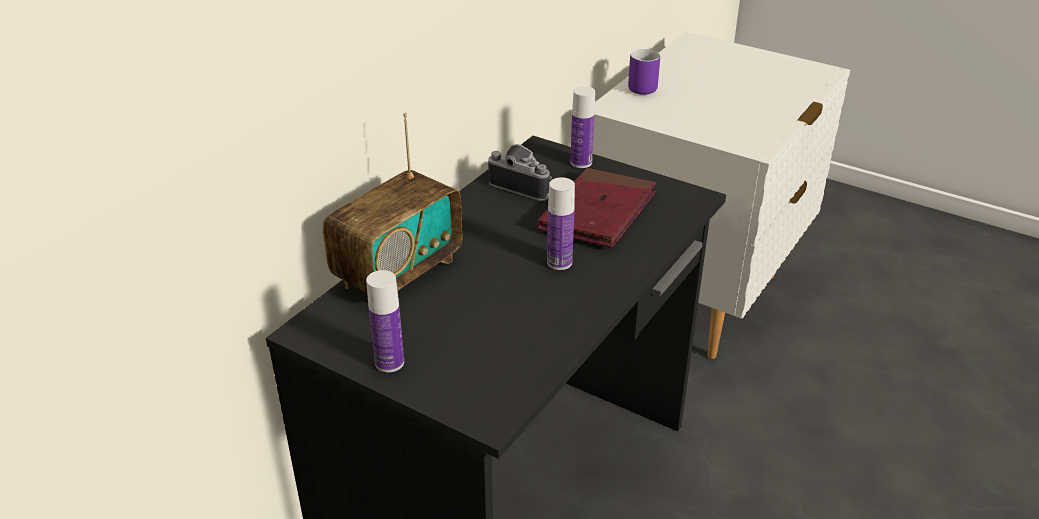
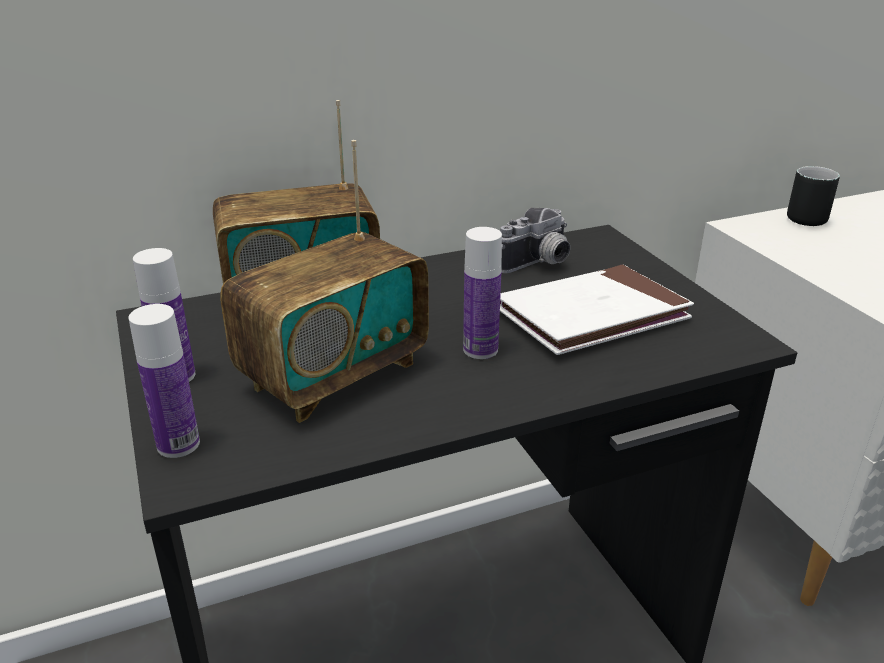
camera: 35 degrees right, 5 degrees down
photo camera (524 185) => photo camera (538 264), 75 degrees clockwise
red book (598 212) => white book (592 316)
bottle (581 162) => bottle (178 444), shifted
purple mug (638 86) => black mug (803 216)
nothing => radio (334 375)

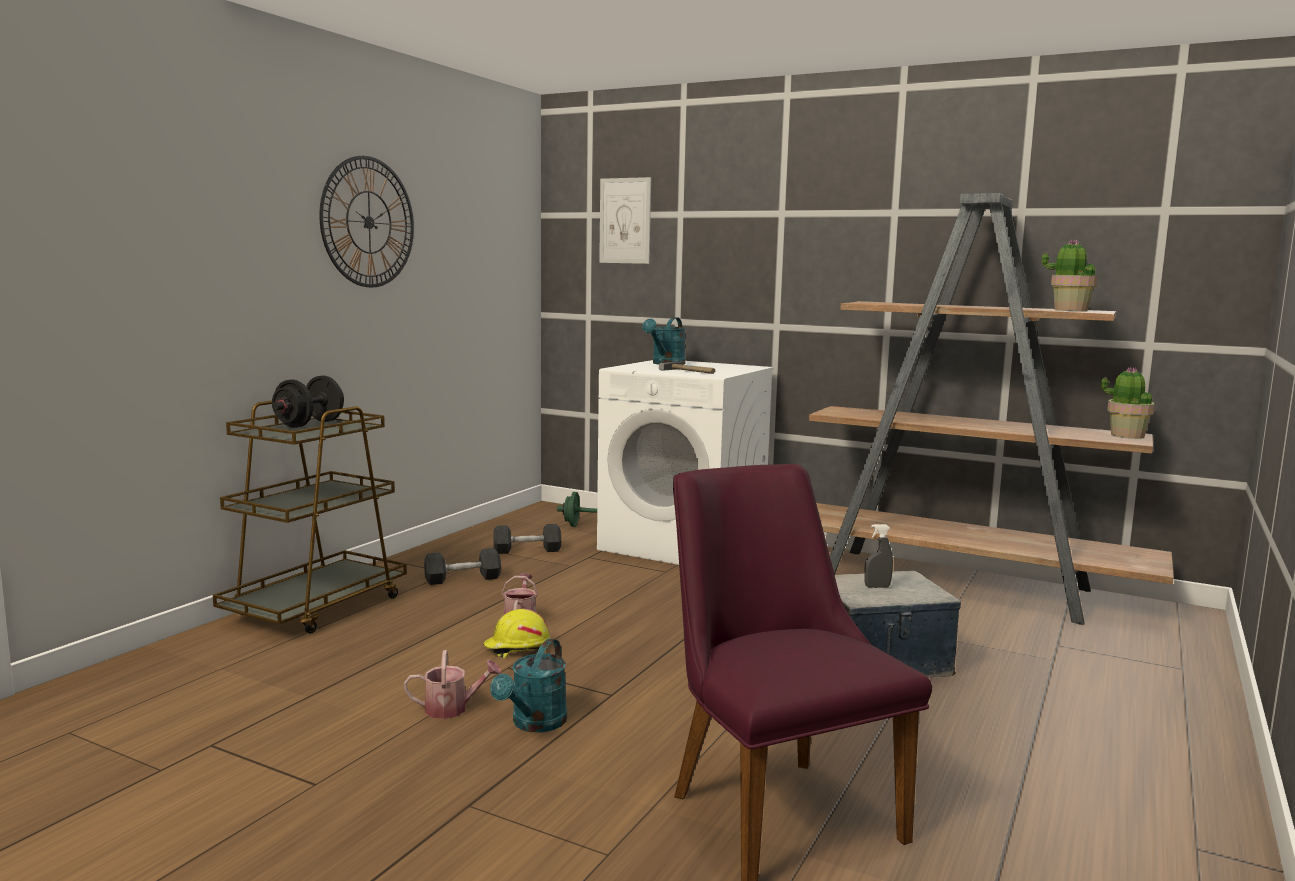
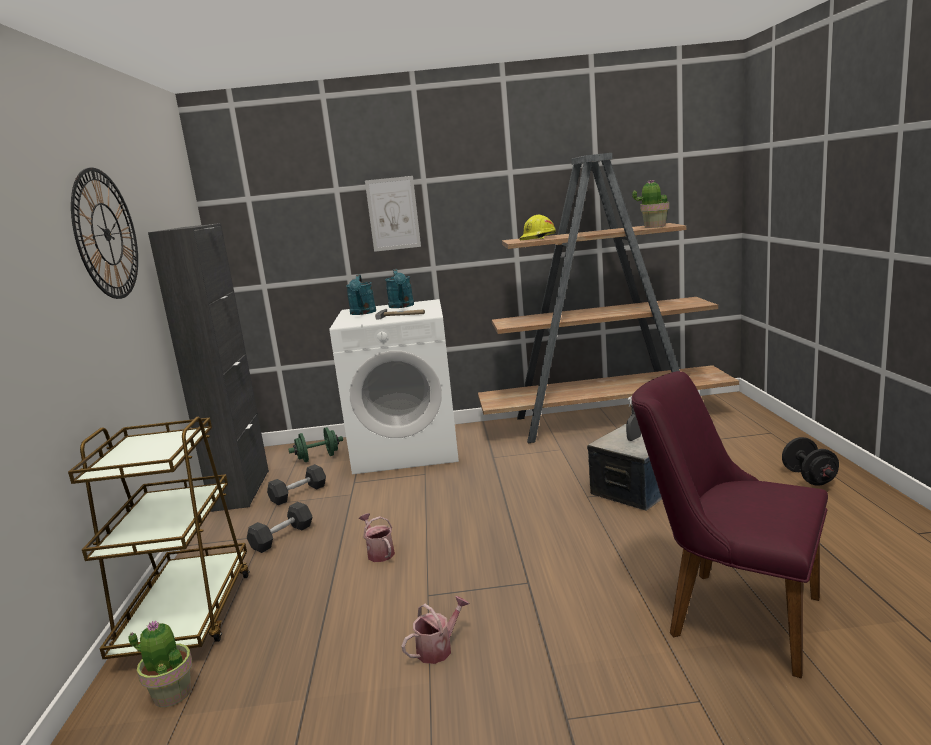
camera: 30 degrees left, 5 degrees up
black dumbbell (309 424) => black dumbbell (809 477), shifted
yellow hard hat (516 648) => yellow hard hat (538 238), shifted
turquoise watering can (534 724) => turquoise watering can (402 306), shifted
picture (625 221) => picture (393 214), shifted
potted plant (1127 435) => potted plant (172 693), shifted
nothing => black cabinet (241 490)

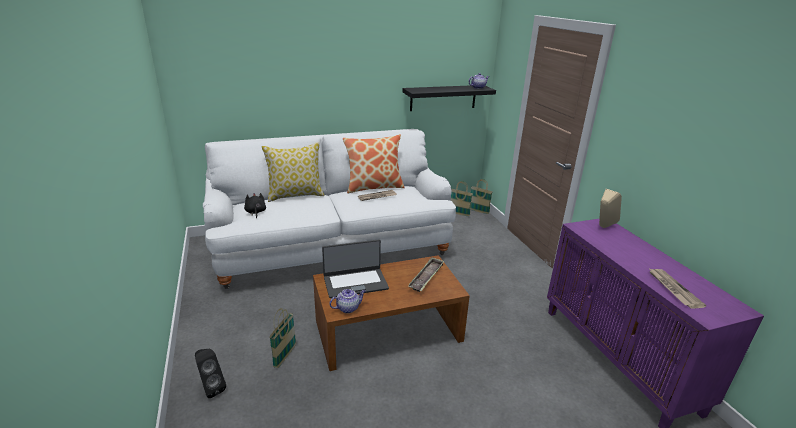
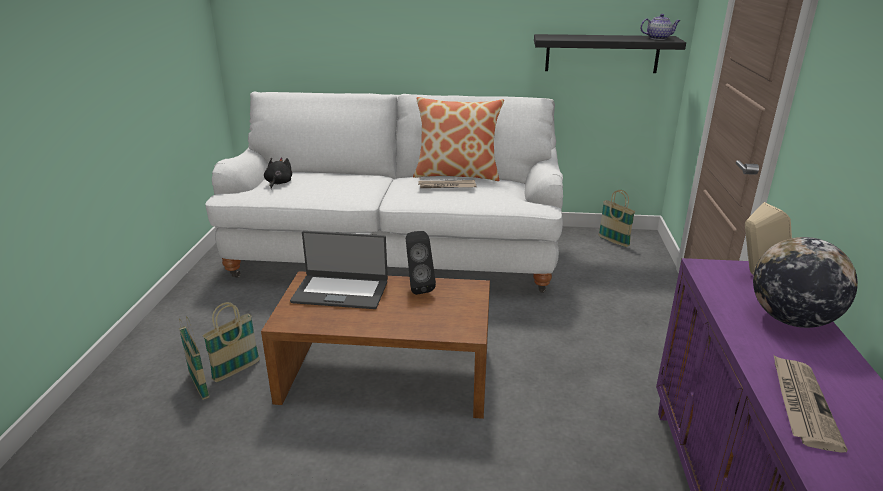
camera: 25 degrees right, 0 degrees up
black speaker (211 388) => black speaker (417 287), shifted
pillow (295 195) => nothing
teapot (348 308) => nothing
tray (426 277) => nothing
basket (478 211) => basket (199 386), shifted
nothing => globe (791 320)

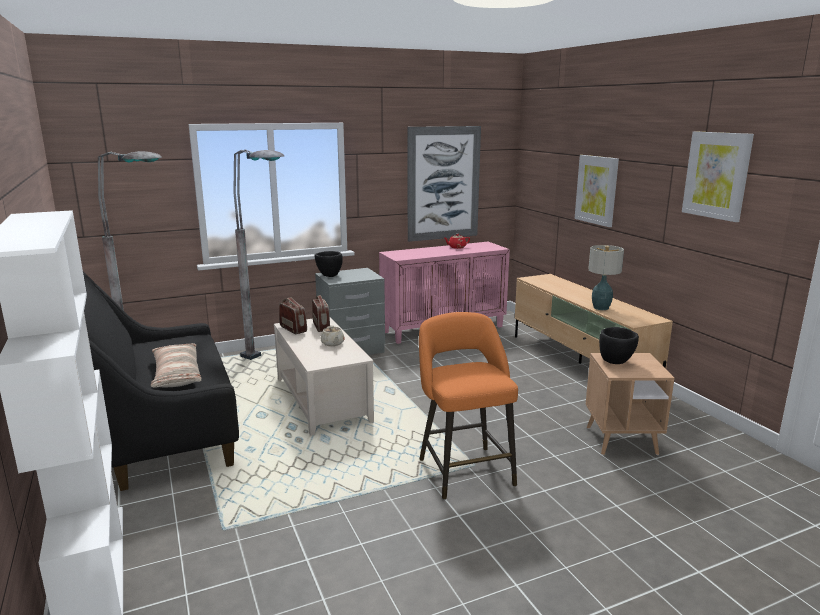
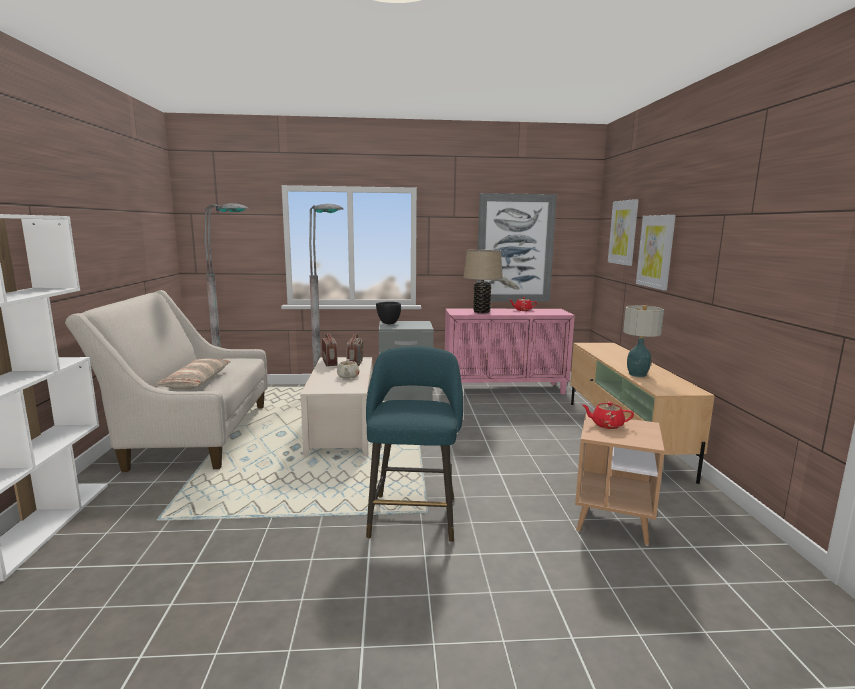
camera: 20 degrees right, 5 degrees down
black sofa (159 434) => beige sofa (193 435)
orange stool (464 469) => turquoise stool (413 514)
black bowl (616 361) => red teapot (606 425)
picture (716 175) => picture (623 232), shifted
nothing => beige table lamp (481 312)

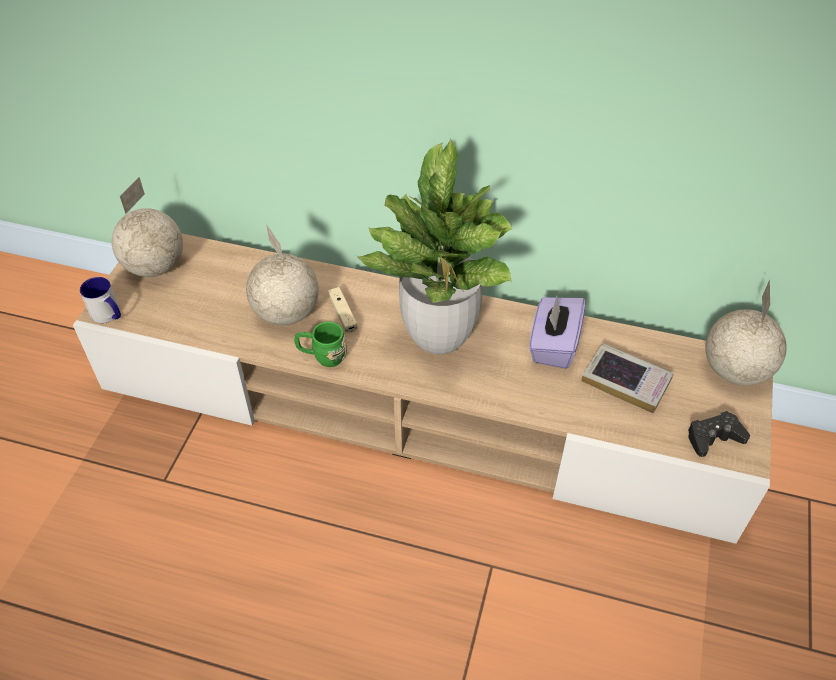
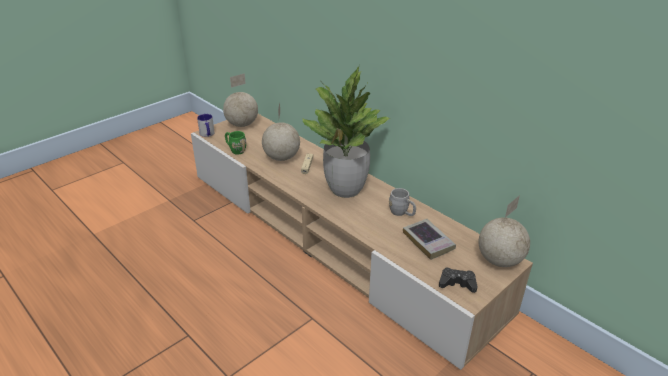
camera: 30 degrees right, 15 degrees down
green mug (322 356) => green mug (235 149), shifted
purple tissue box (553 345) => grey mug (402 213)

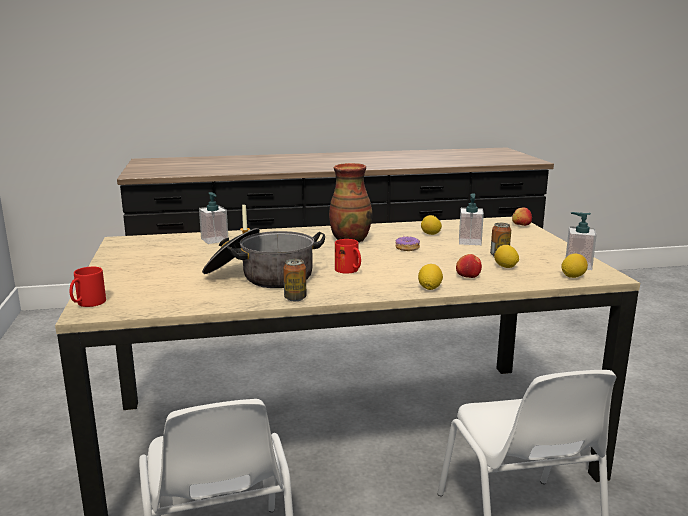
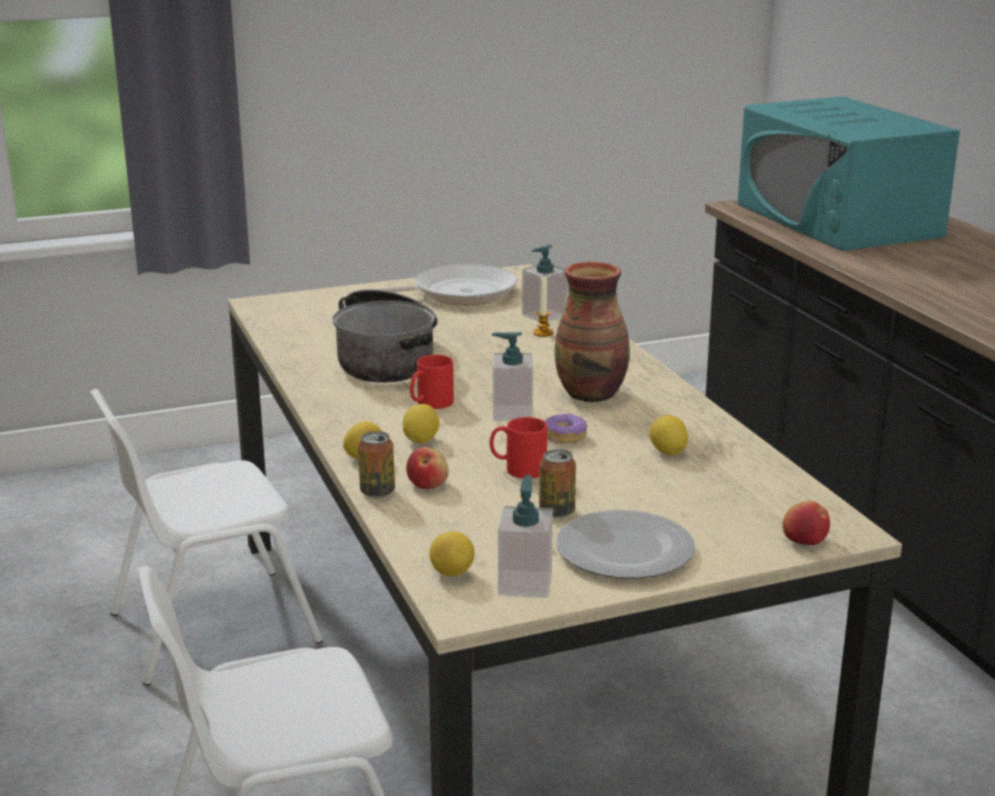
camera: 80 degrees right, 5 degrees up
red mug (87 304) => red mug (517 469), shifted
can (295 298) => can (377 492), shifted
soap dispenser (470 242) => soap dispenser (512 413), shifted
lemon (505 267) => lemon (421 440), shifted
nothing => frying pan (458 293)
nothing => plate (624 551)
nothing => turquoise microwave (837 220)

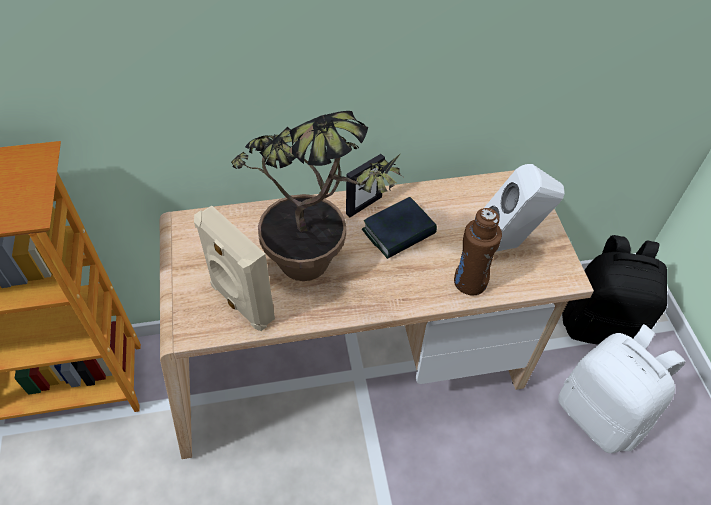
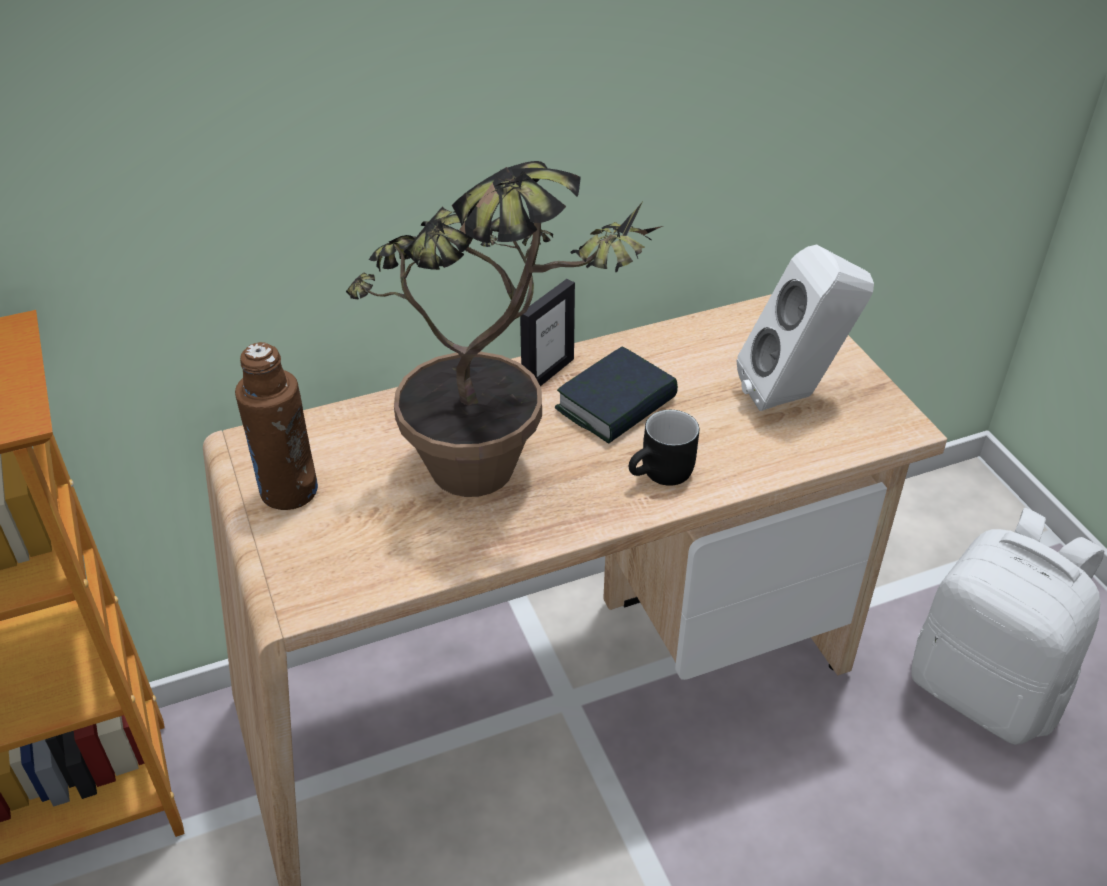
camera: 10 degrees left, 10 degrees down
beige speaker (241 303) => nothing
brown bottle (470 282) => brown bottle (288 491), shifted
black backpack (600 324) => nothing
nothing => black mug (663 476)

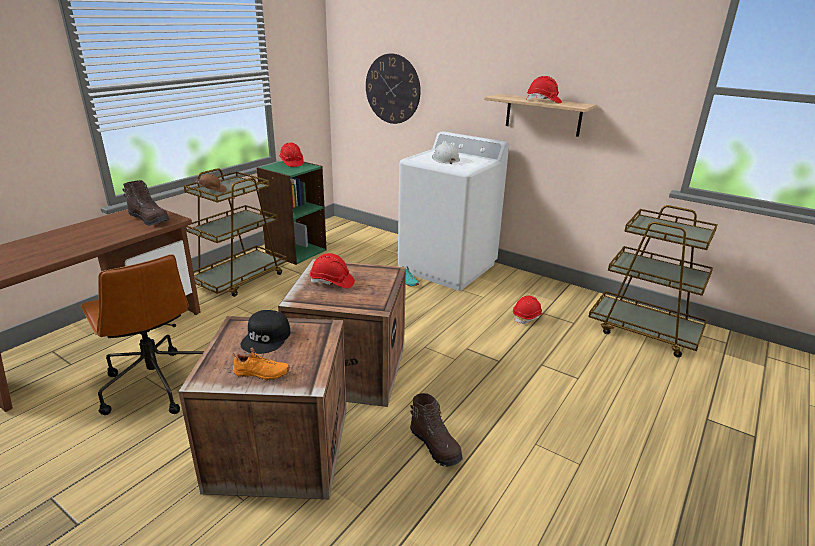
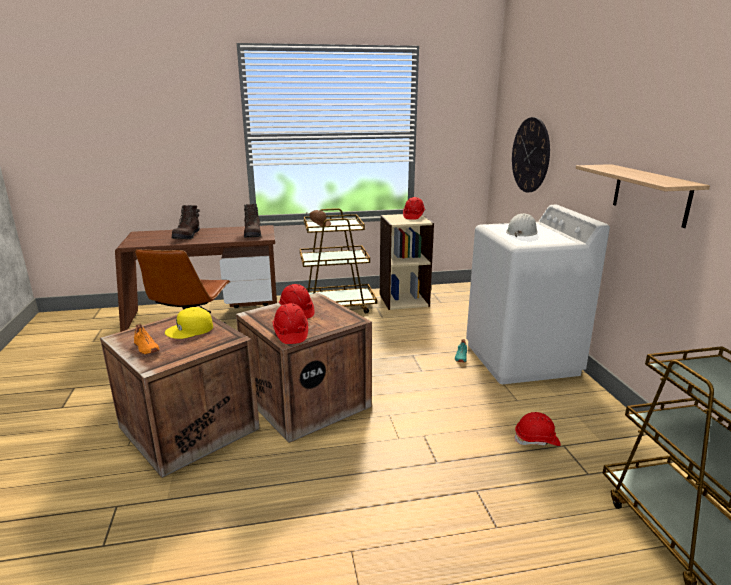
camera: 45 degrees right, 5 degrees down
black cap (267 338) => yellow cap (190 329)
green bookcase (295 251) => beige bookcase (403 300)
brown boot (435 446) => brown boot (187 236), shifted
red hard hat (543 101) => red hard hat (290 334), shifted

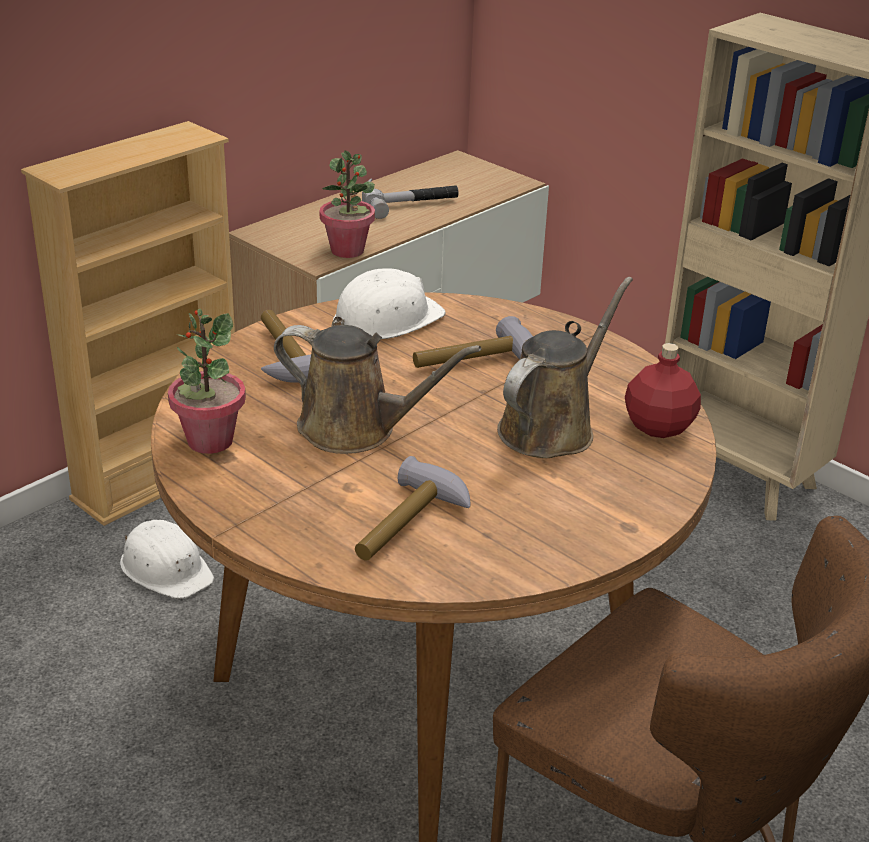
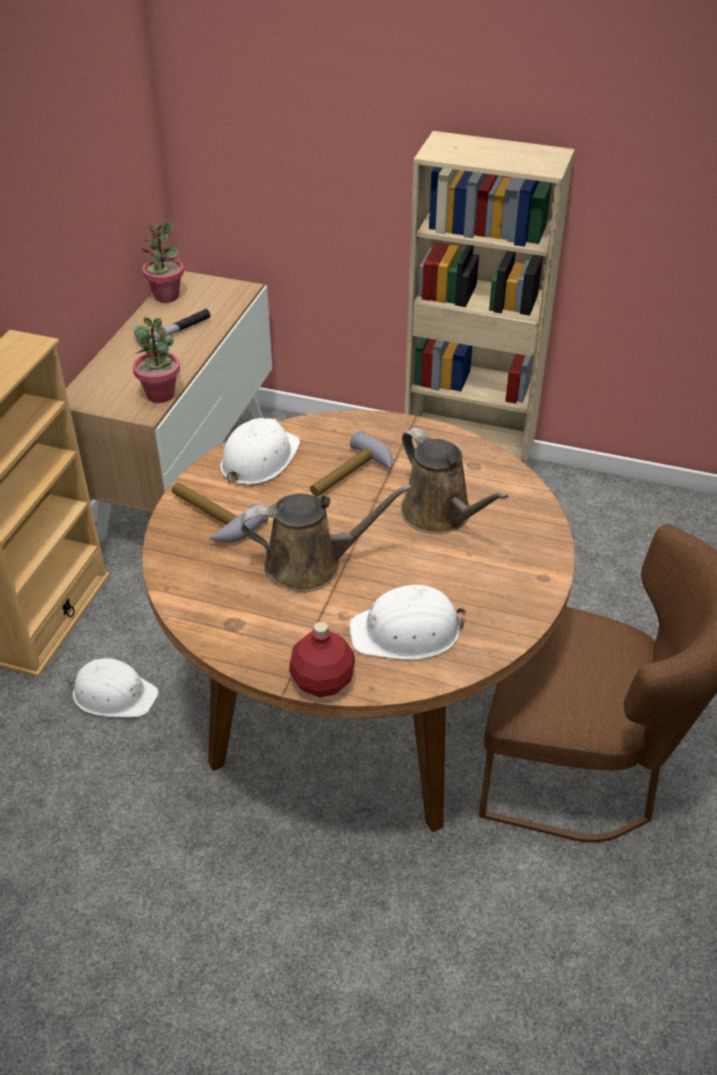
camera: 25 degrees left, 10 degrees up
potted plant (209 441) => potted plant (166 296), shifted
hammer (409 525) => white hard hat (407 632)
brown watering can (551 427) => brown watering can (440 515), 135 degrees clockwise
red bottle (657 427) => red bottle (321 682), shifted

